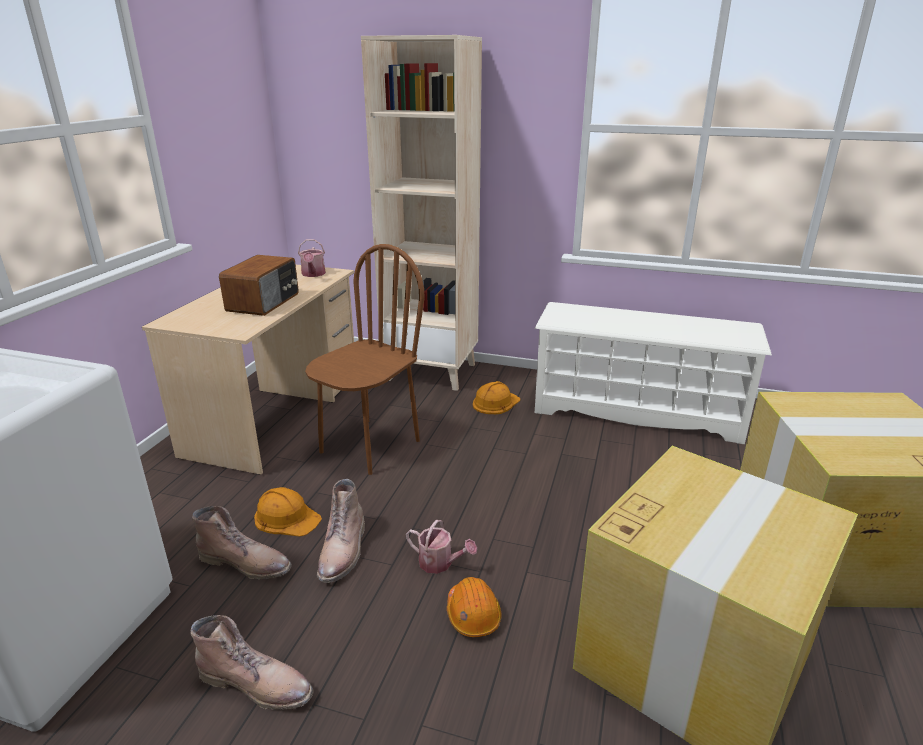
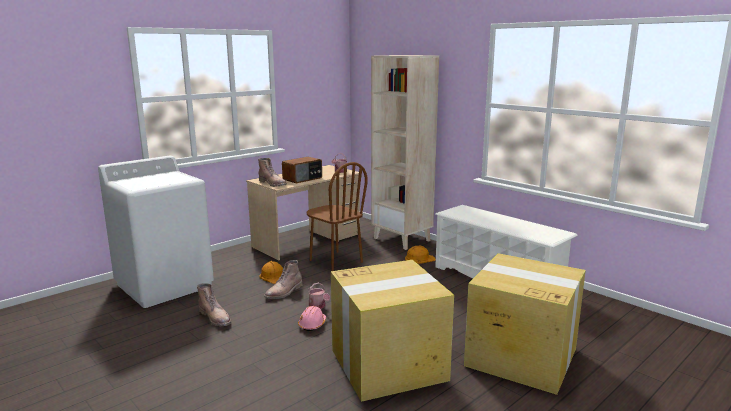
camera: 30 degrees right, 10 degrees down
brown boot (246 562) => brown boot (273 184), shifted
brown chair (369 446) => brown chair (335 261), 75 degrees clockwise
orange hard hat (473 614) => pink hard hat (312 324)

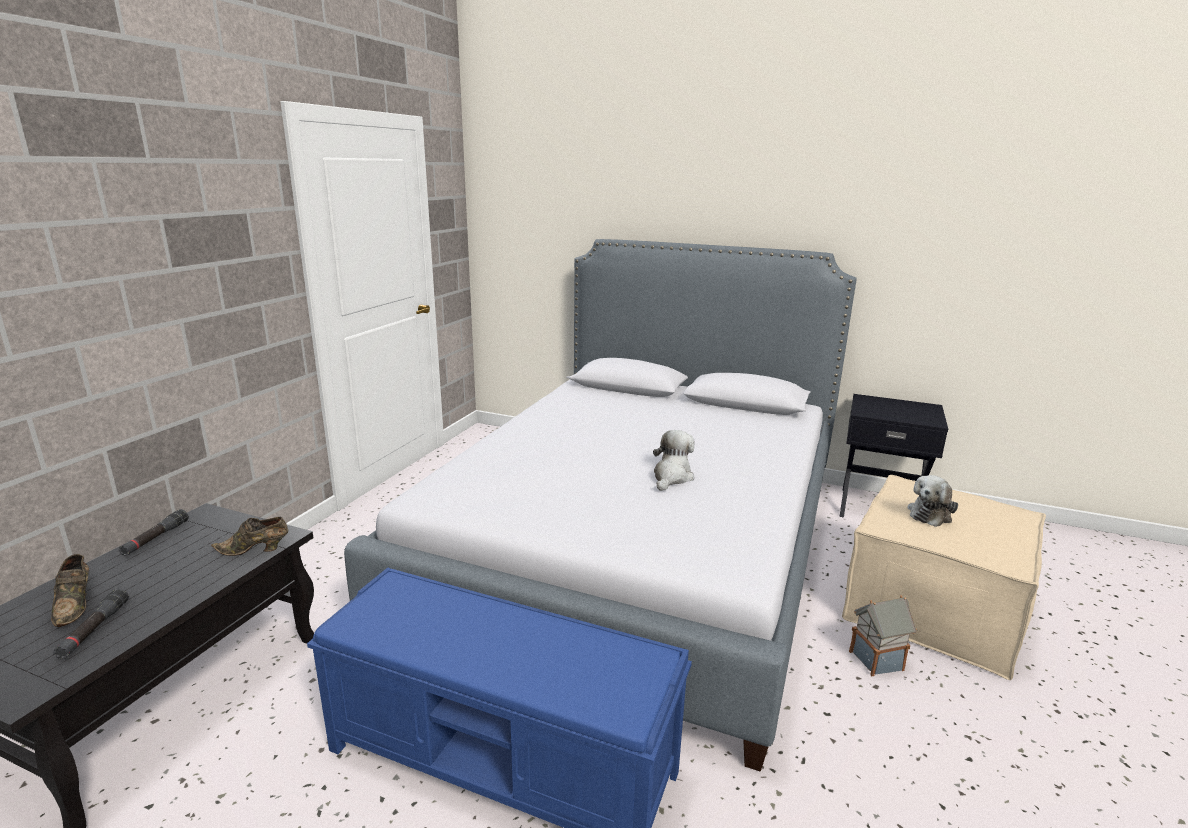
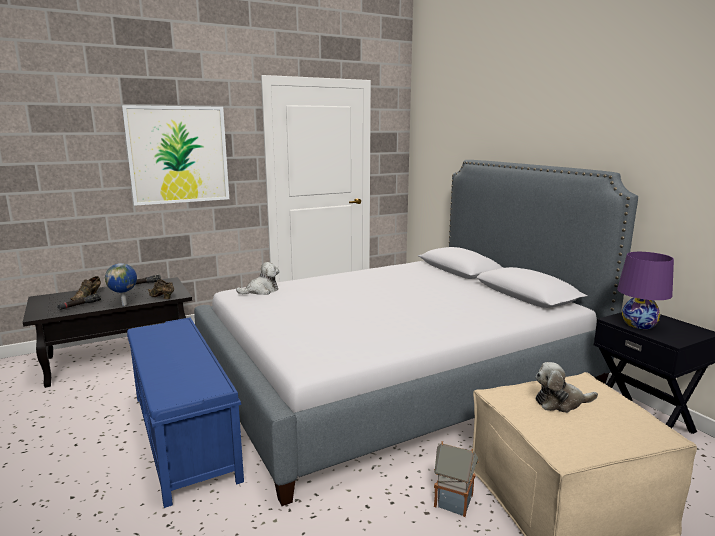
camera: 40 degrees right, 5 degrees down
plush toy (671 477) => plush toy (261 291), shifted
nothing => globe (125 304)
nothing => picture (178 155)
nothing => purple table lamp (639 324)

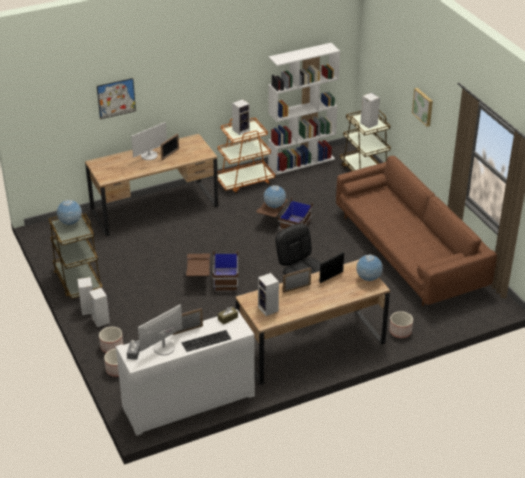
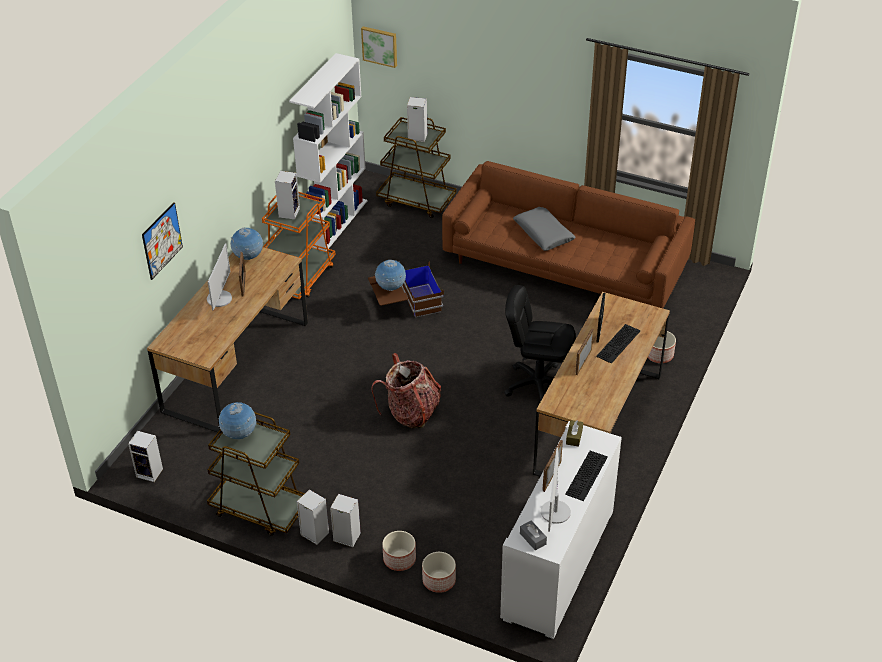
camera: 40 degrees left, 5 degrees up
brown storage box (212 280) => backpack (411 413)
speaker (269 309) => speaker (150 473), shifted
globe (368 279) => globe (248 257), shifted
picture (423 106) => picture (380 46), shifted
nothing => grey pillow (543 234)
nothing => keyboard (619 344)

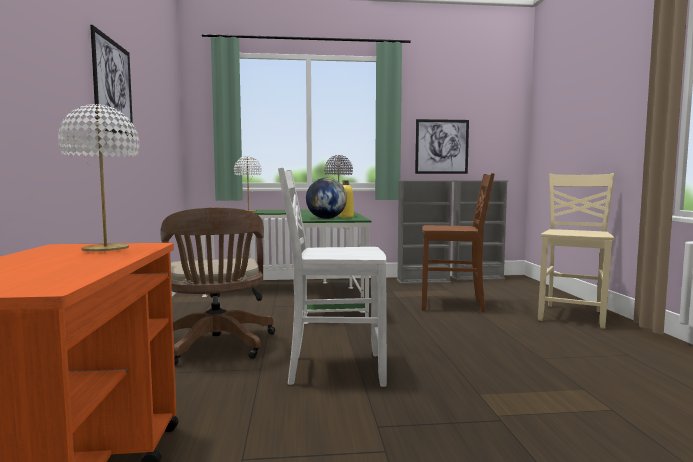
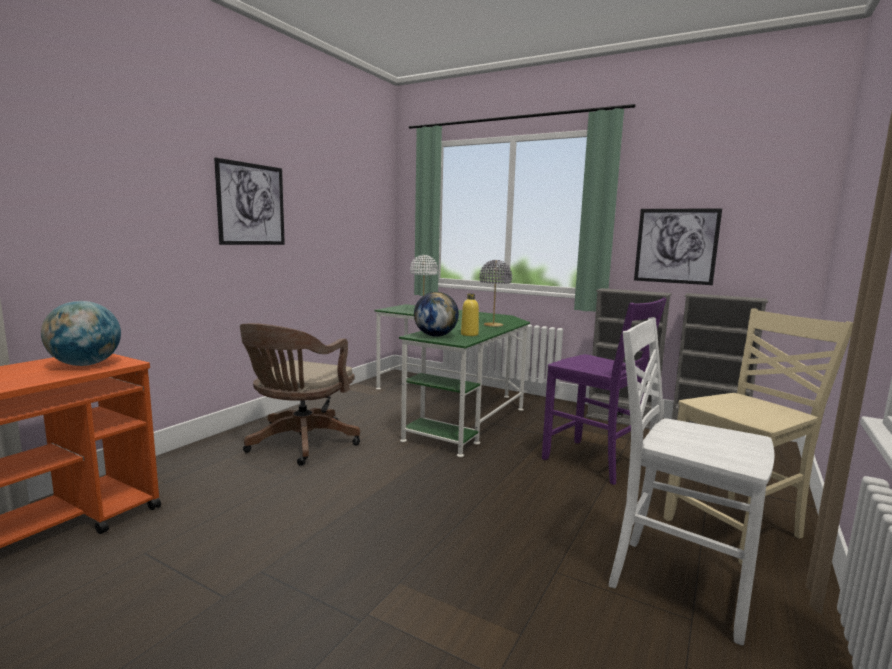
camera: 35 degrees right, 5 degrees up
white table lamp (106 249) => globe (85 365)
white chair (334 369) => white chair (676 583), shifted
brown chair (453 305) => purple chair (593 462)

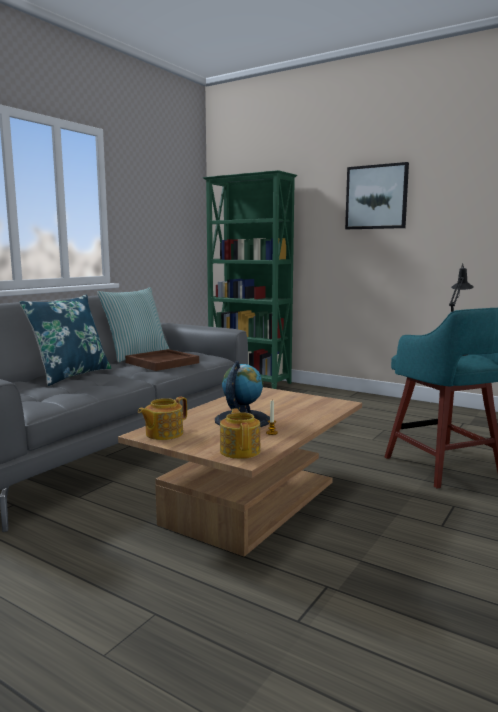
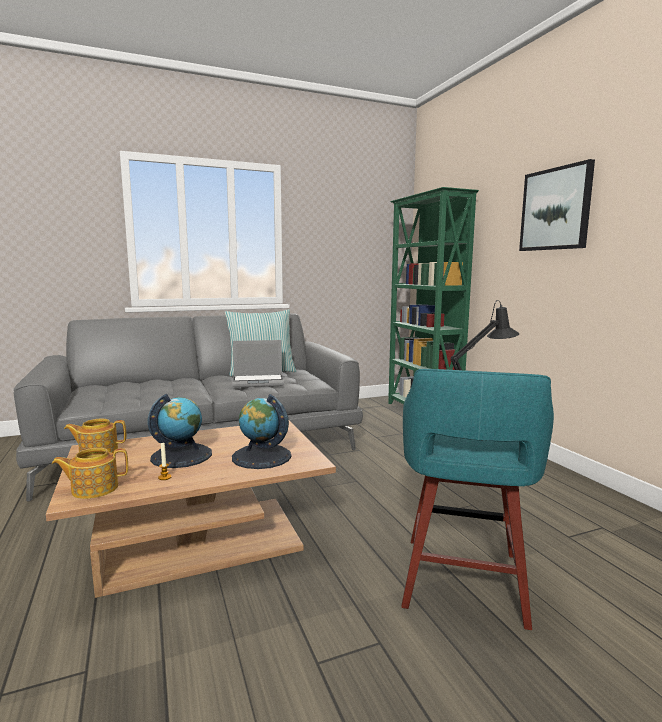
camera: 35 degrees right, 0 degrees up
blue pillow (71 375) => nothing
brown tray (162 362) => laptop (259 382)
teapot (240 451) => teapot (94 488), 135 degrees counterclockwise
nothing => globe (261 456)

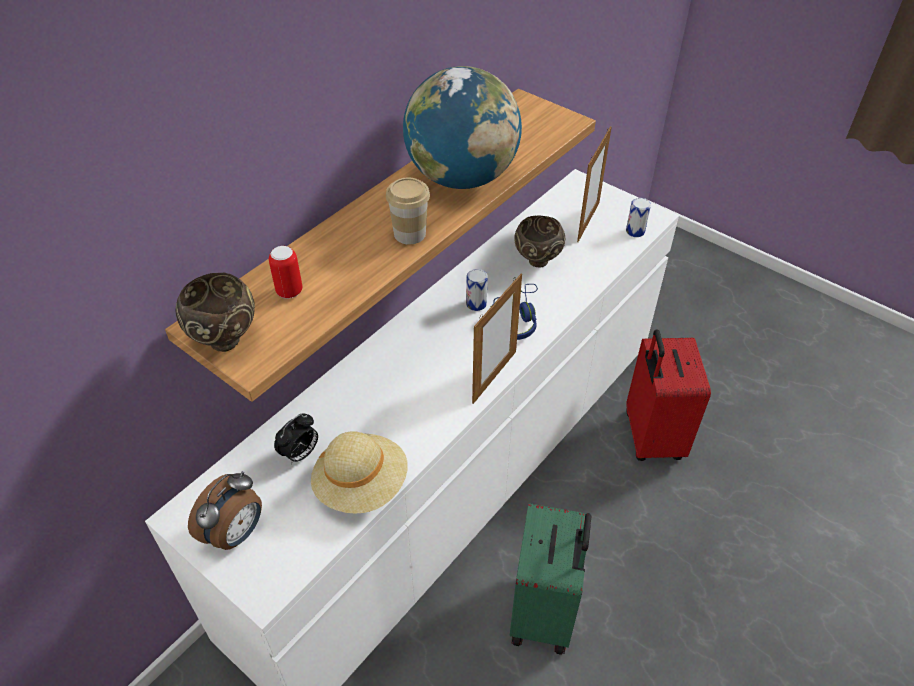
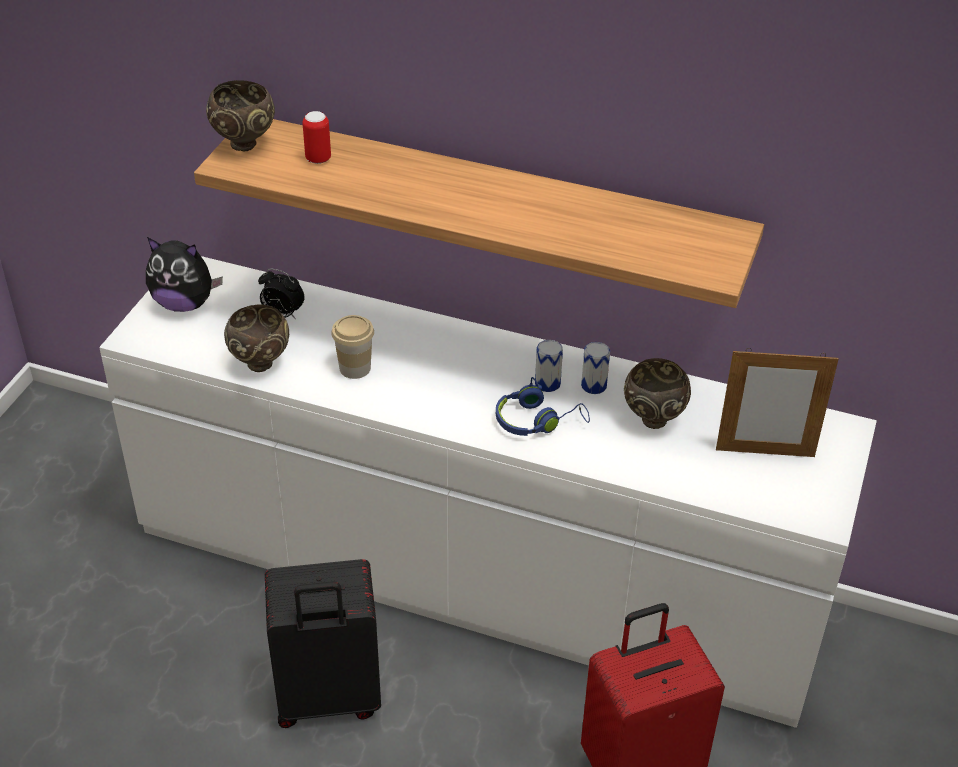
camera: 70 degrees right, 5 degrees down
alarm clock (236 533) => plush toy (185 304)
beige hat (361 485) => brown bowl (261 363)
cup (409 234) => cup (355 368), shifted
globe (461 177) => nothing
picture frame (494 376) => nothing
green suitcase (545 612) => black suitcase (327 699)
can (635 231) => can (593 385), shifted

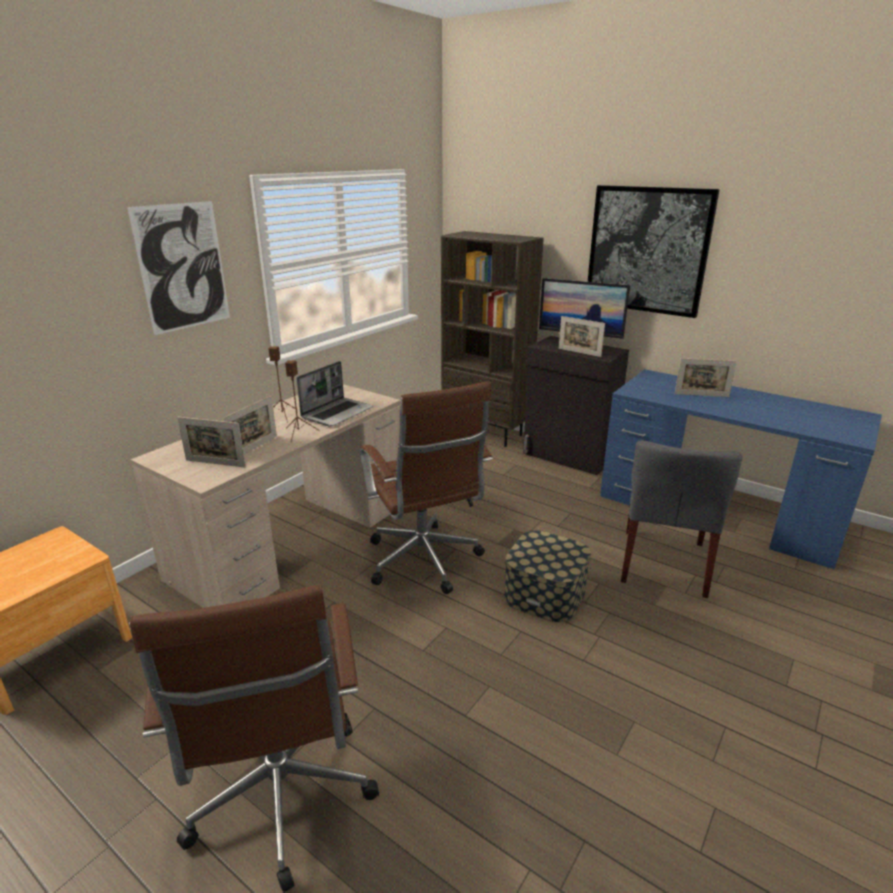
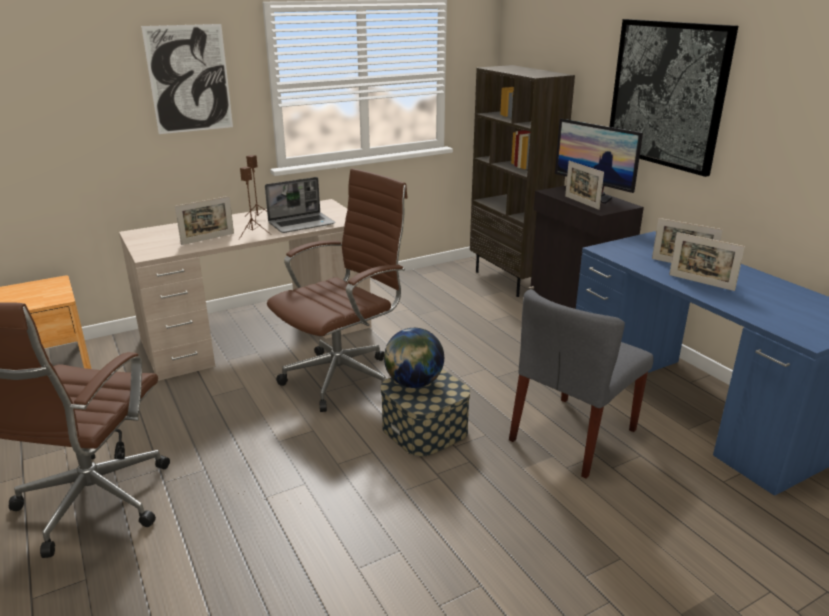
camera: 25 degrees right, 0 degrees up
picture frame (215 463) => picture frame (701 282), shifted
brown office chair (425 562) => brown office chair (344 377), 135 degrees counterclockwise
nothing => globe (413 383)

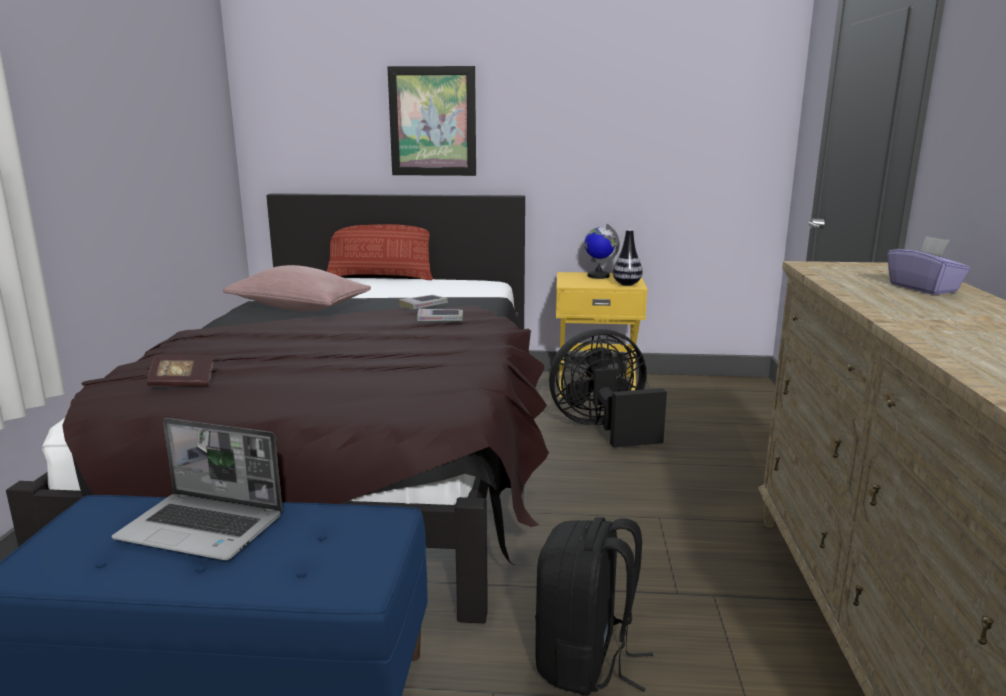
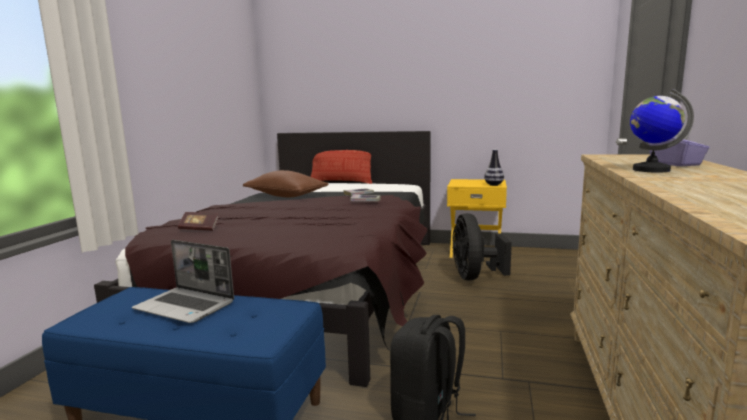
camera: 10 degrees right, 5 degrees down
pink pillow (299 308) => brown pillow (286 196)
picture (432 121) => nothing
black fan (603 428) => black fan (474 277), 90 degrees counterclockwise
globe (598 276) => globe (650 170), shifted

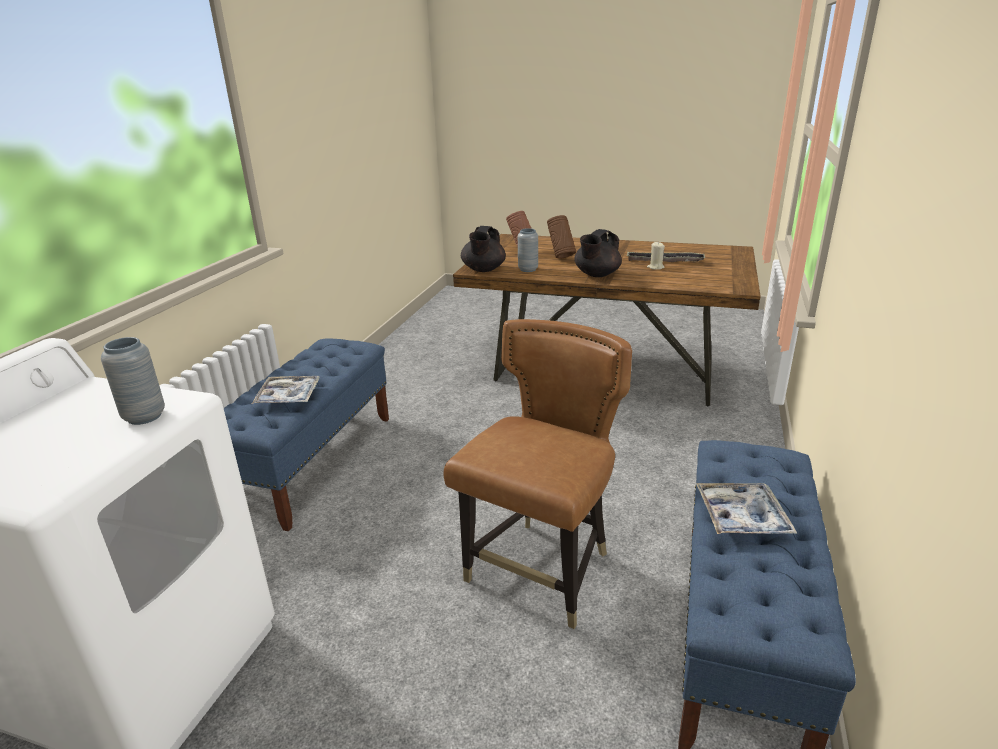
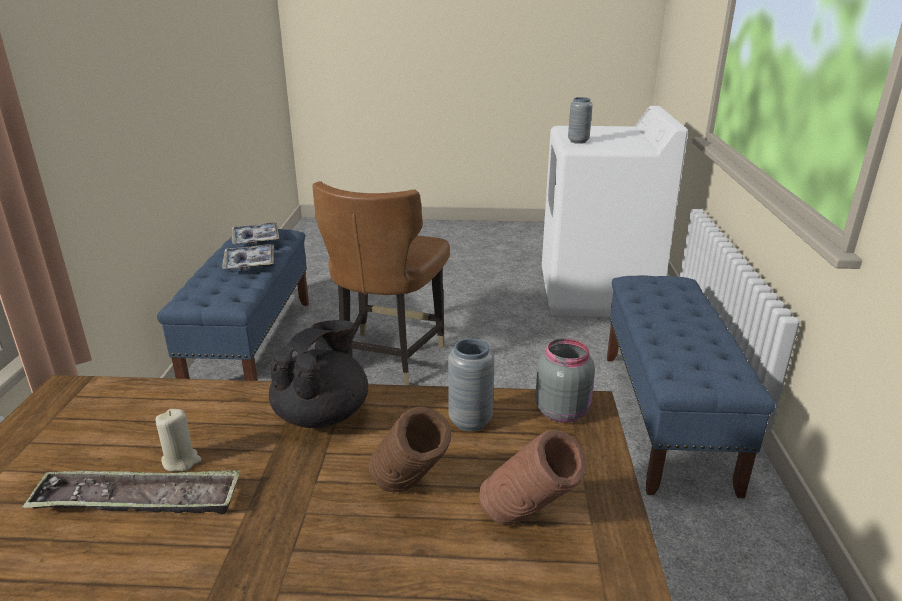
camera: 165 degrees right, 0 degrees up
tray (288 396) => tray (256 239), shifted
black teapot (483 270) => grey jar (563 411)

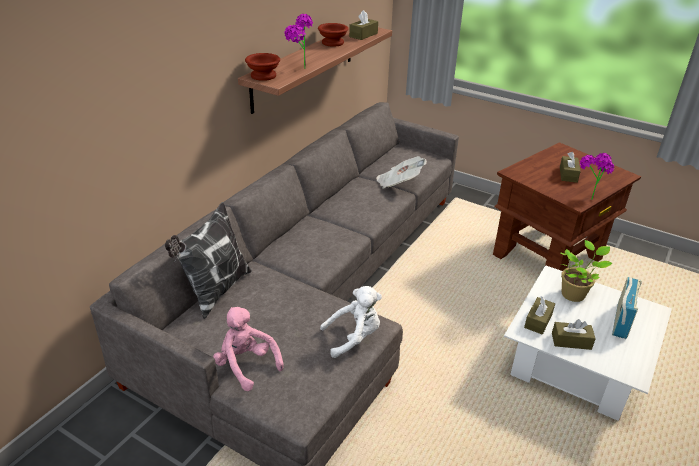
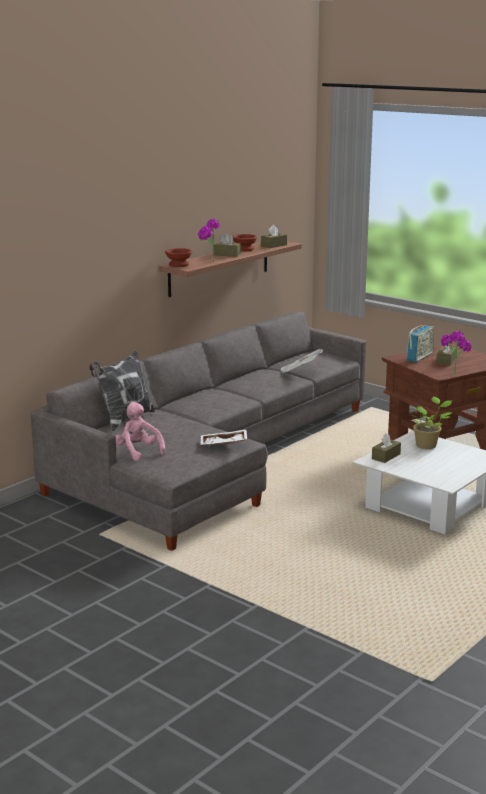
camera: 10 degrees right, 15 degrees down
white plush toy (354 337) => white tray (223 444)
brown tissue box (571 341) => brown tissue box (226 254), shifted
radio (621 321) => radio (420 357), shifted

